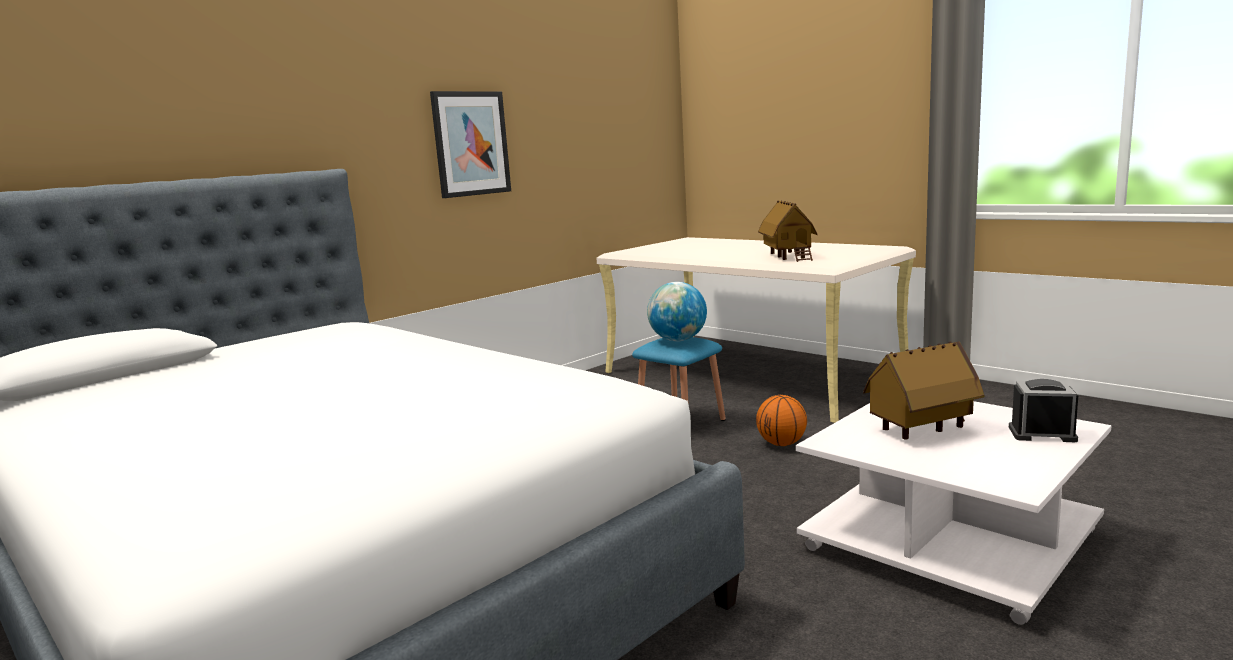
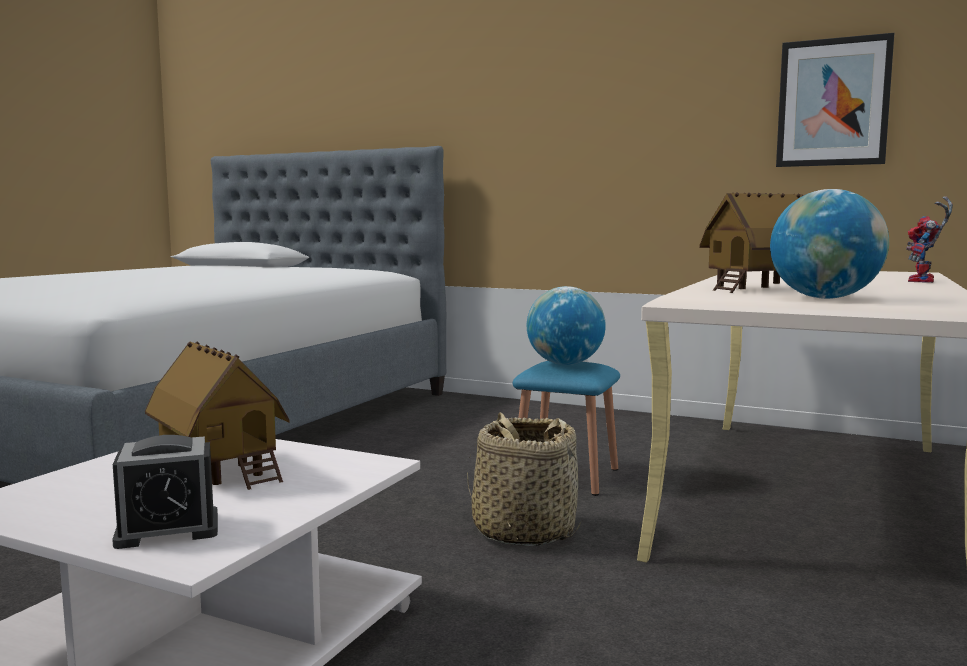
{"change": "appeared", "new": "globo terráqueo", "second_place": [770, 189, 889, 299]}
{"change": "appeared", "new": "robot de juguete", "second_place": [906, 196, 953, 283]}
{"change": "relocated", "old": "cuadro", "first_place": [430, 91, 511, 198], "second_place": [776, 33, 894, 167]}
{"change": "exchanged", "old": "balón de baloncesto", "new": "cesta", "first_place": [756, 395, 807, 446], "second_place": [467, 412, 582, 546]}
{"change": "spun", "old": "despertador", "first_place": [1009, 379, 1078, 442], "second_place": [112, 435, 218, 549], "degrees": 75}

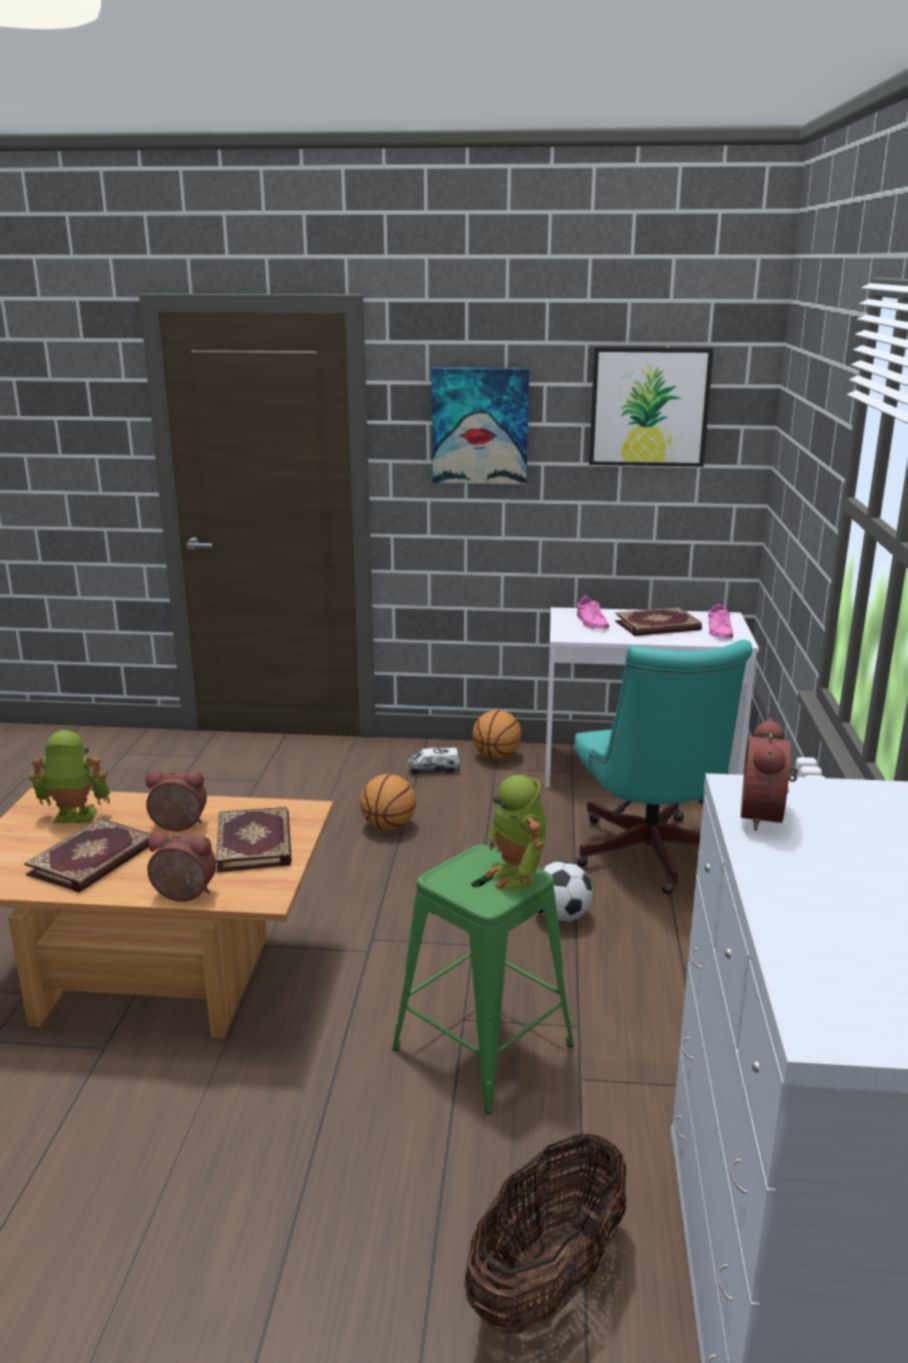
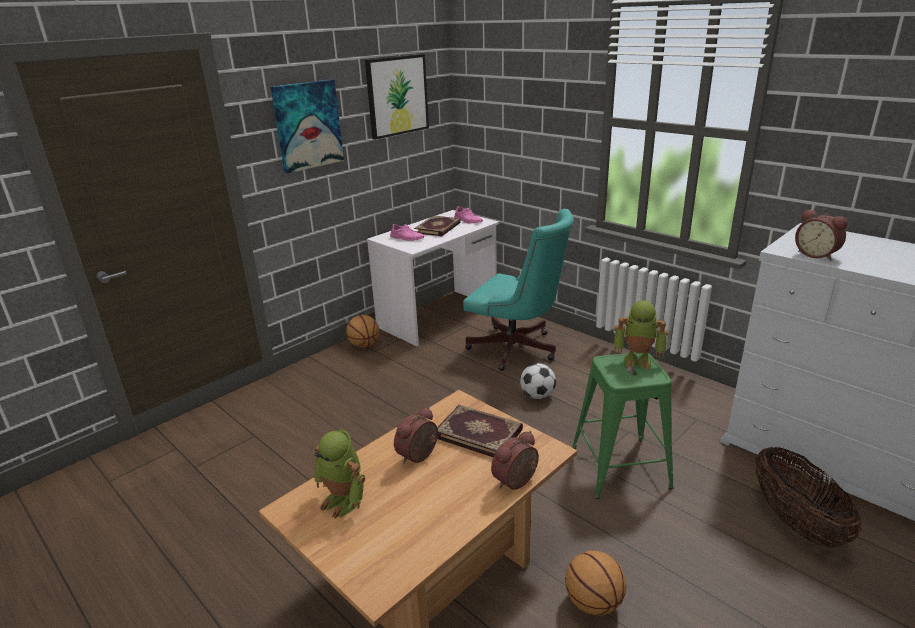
{"change": "missing", "old": "libro", "first_place": [24, 818, 150, 892]}
{"change": "missing", "old": "camión de juguete", "first_place": [408, 748, 461, 775]}
{"change": "relocated", "old": "balón de baloncesto", "first_place": [360, 774, 416, 830], "second_place": [565, 551, 626, 616]}
{"change": "spun", "old": "robot de juguete", "first_place": [29, 730, 110, 823], "second_place": [313, 430, 365, 519], "degrees": -90}

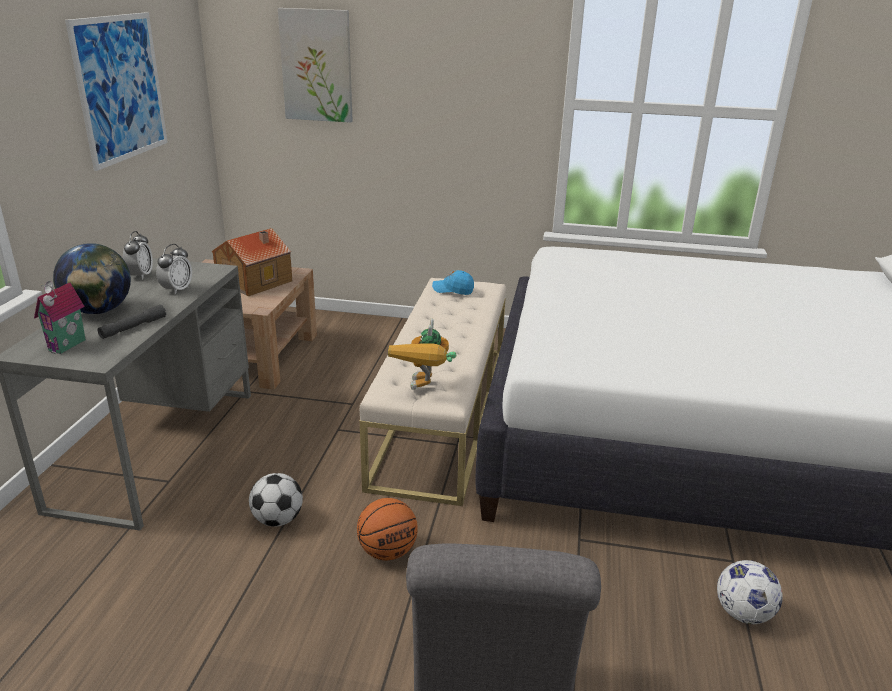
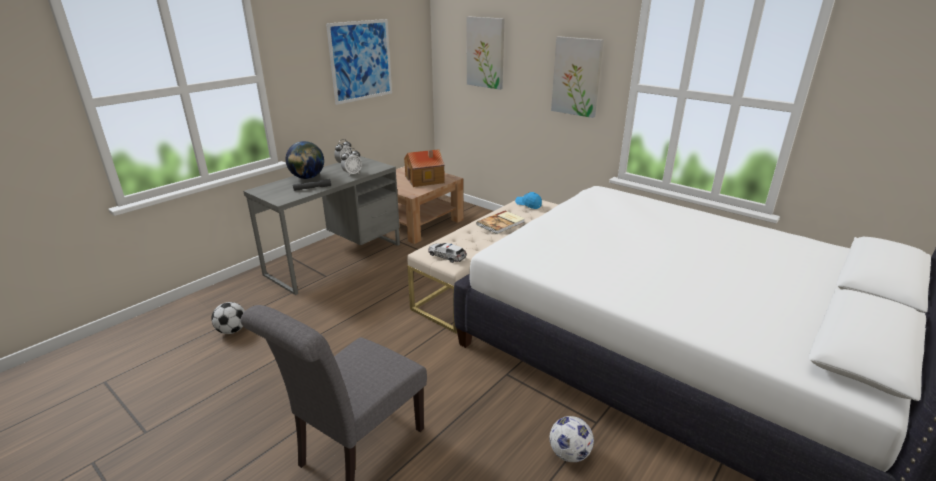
{"change": "missing", "old": "casita", "first_place": [34, 280, 86, 354]}
{"change": "missing", "old": "balón de baloncesto", "first_place": [357, 498, 418, 560]}
{"change": "appeared", "new": "libro", "second_place": [477, 211, 525, 234]}
{"change": "appeared", "new": "cuadro", "second_place": [551, 36, 604, 118]}
{"change": "relocated", "old": "balón de fútbol", "first_place": [249, 473, 303, 526], "second_place": [211, 302, 245, 334]}
{"change": "exchanged", "old": "robot de juguete", "new": "coche de juguete", "first_place": [388, 318, 456, 390], "second_place": [428, 243, 467, 263]}

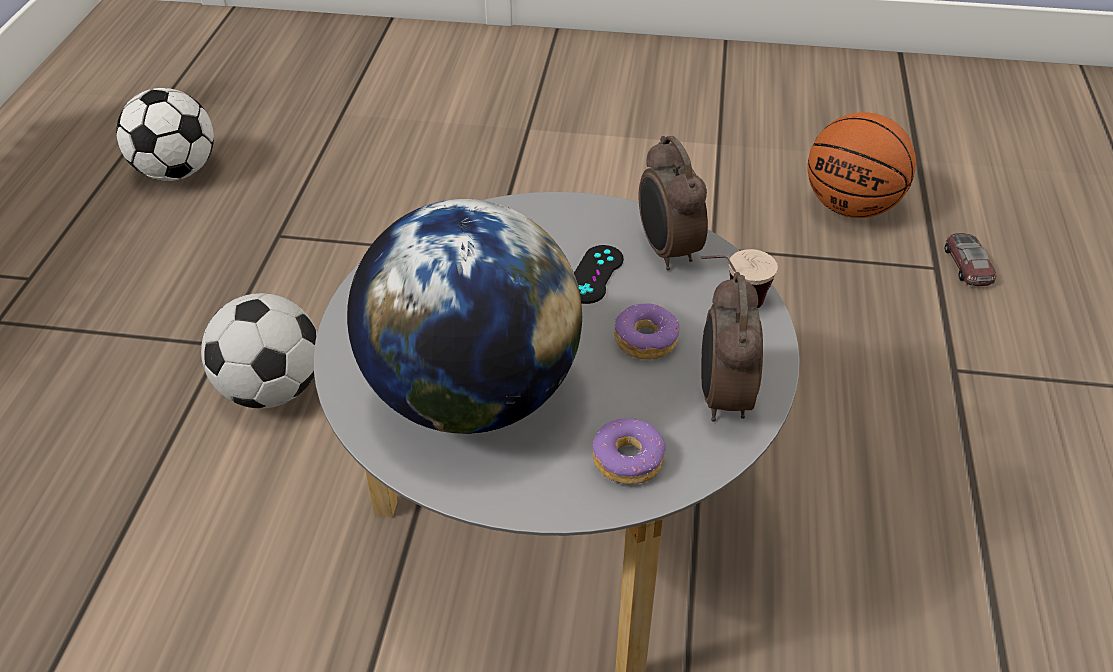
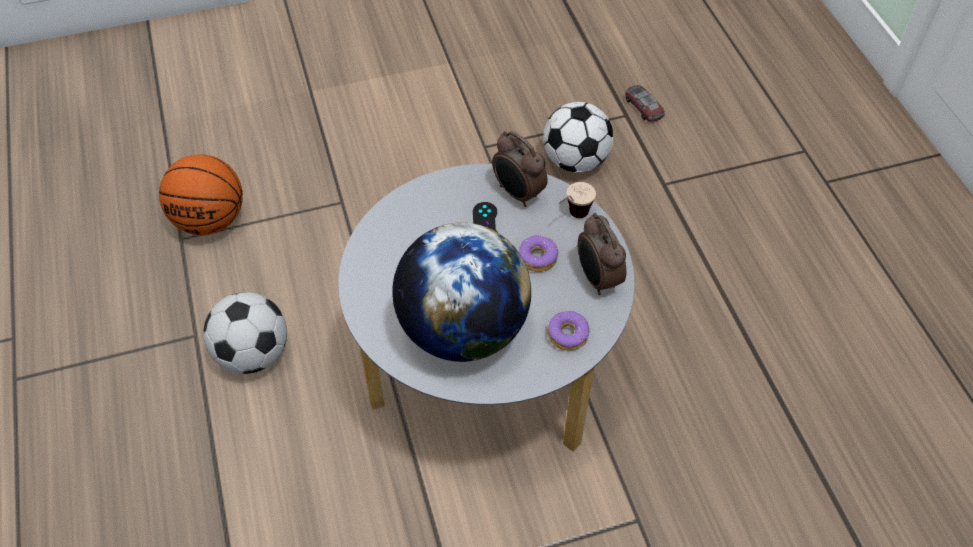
{"change": "relocated", "old": "balón de fútbol", "first_place": [116, 88, 214, 181], "second_place": [543, 102, 613, 172]}
{"change": "relocated", "old": "balón de baloncesto", "first_place": [807, 112, 916, 218], "second_place": [159, 154, 243, 235]}

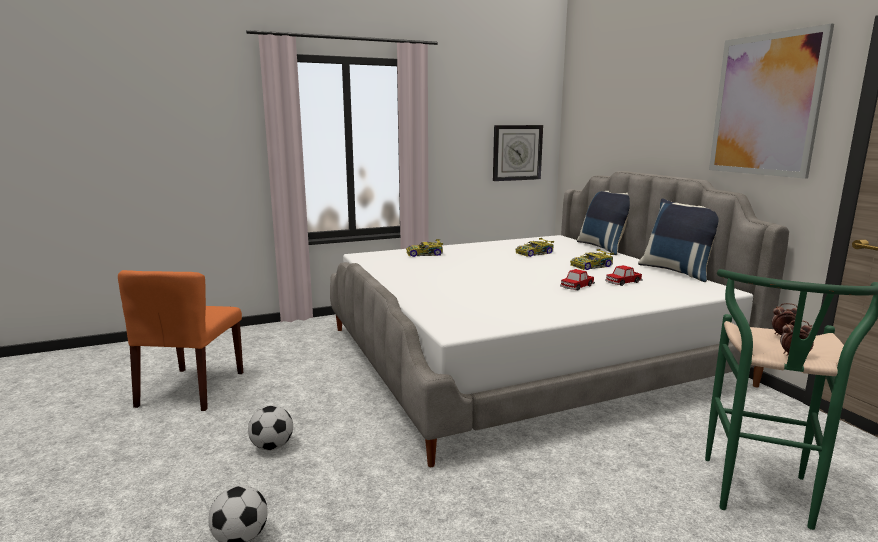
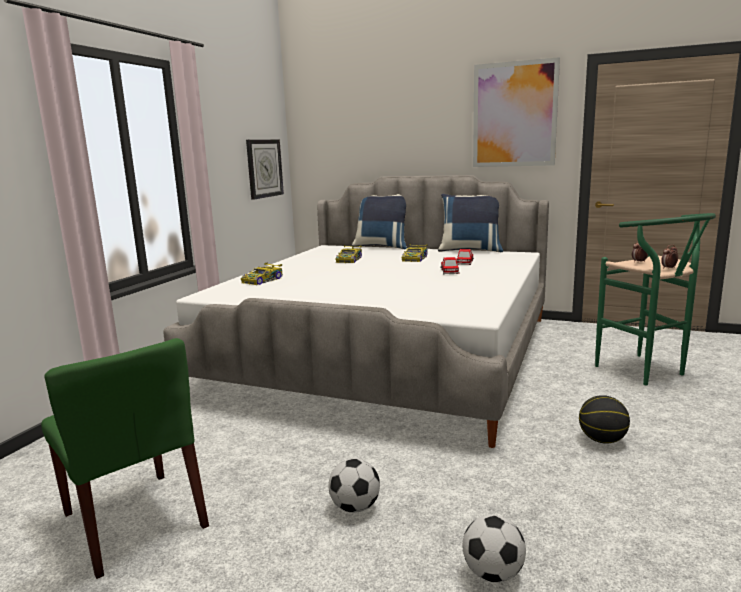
{"change": "appeared", "new": "balón de baloncesto", "second_place": [579, 395, 630, 444]}
{"change": "colour", "old": "silla [naranja]", "new": "silla [verde]", "first_place": [118, 270, 243, 411], "second_place": [41, 338, 209, 579]}

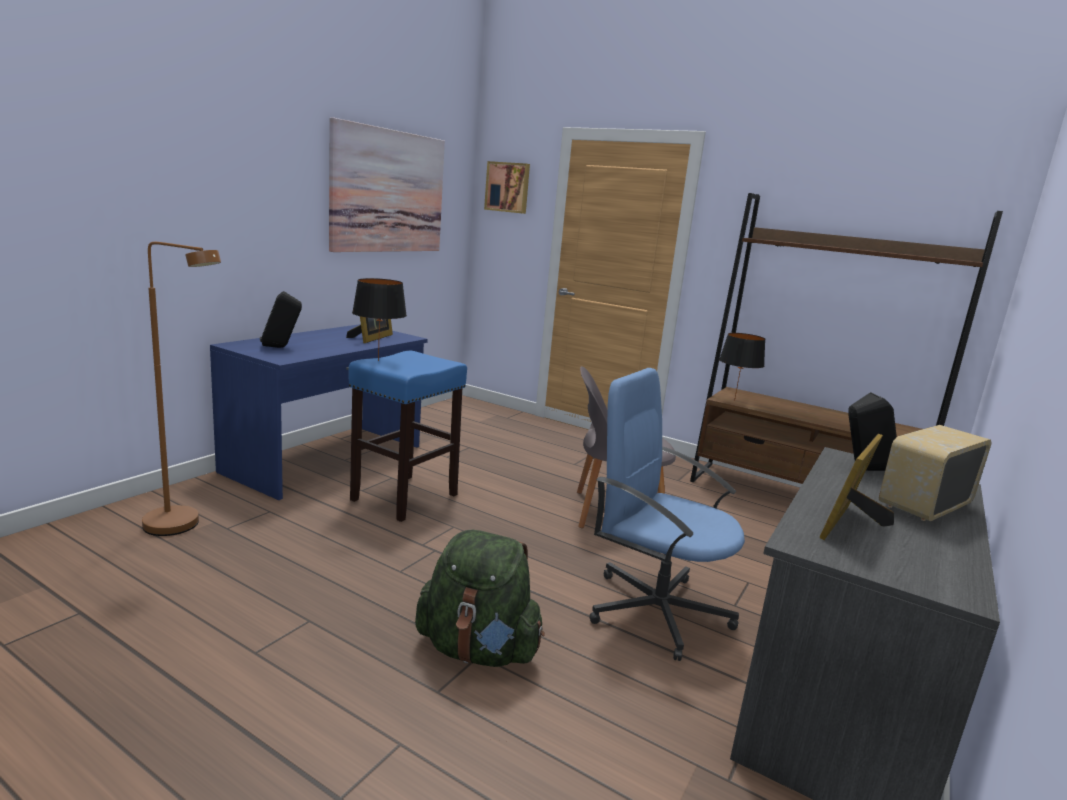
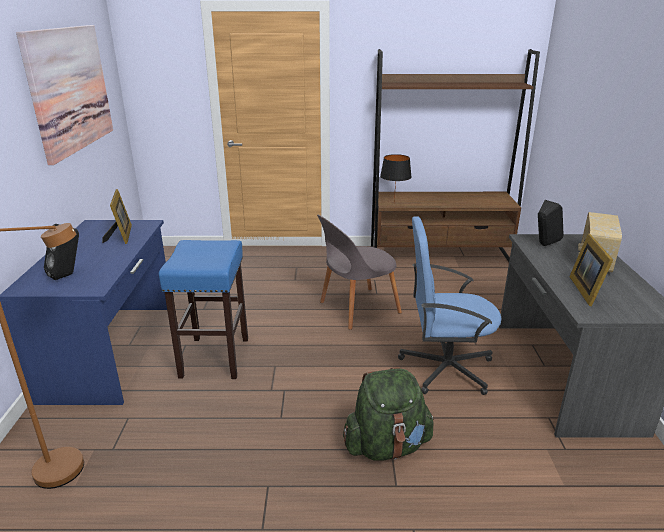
{"change": "missing", "old": "lámpara de mesa [negro]", "first_place": [352, 278, 407, 361]}
{"change": "missing", "old": "cuadro", "first_place": [484, 161, 530, 214]}

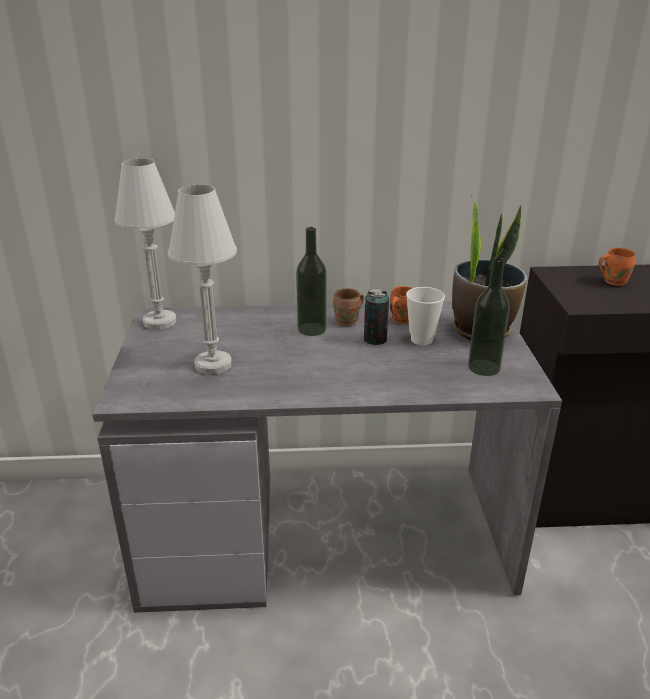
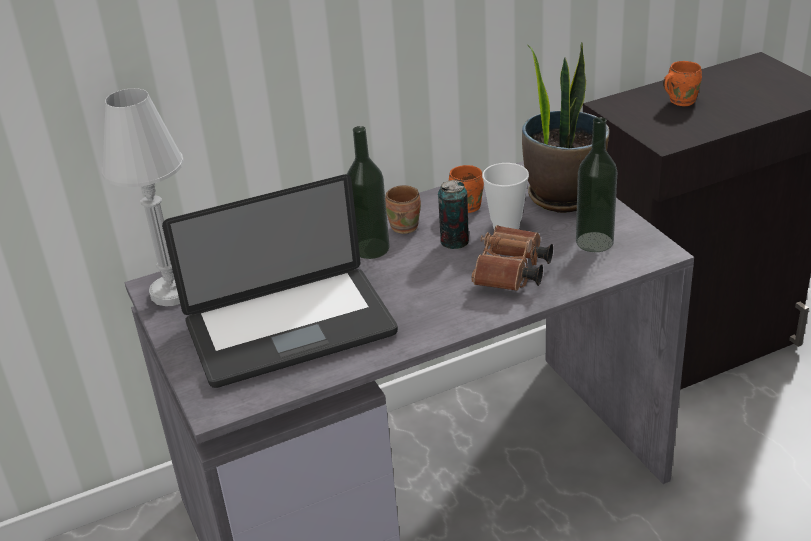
{"change": "appeared", "new": "prismáticos [marrón]", "second_place": [471, 225, 553, 291]}
{"change": "exchanged", "old": "lámpara de mesa [blanco]", "new": "portátil", "first_place": [168, 185, 237, 375], "second_place": [162, 174, 398, 388]}

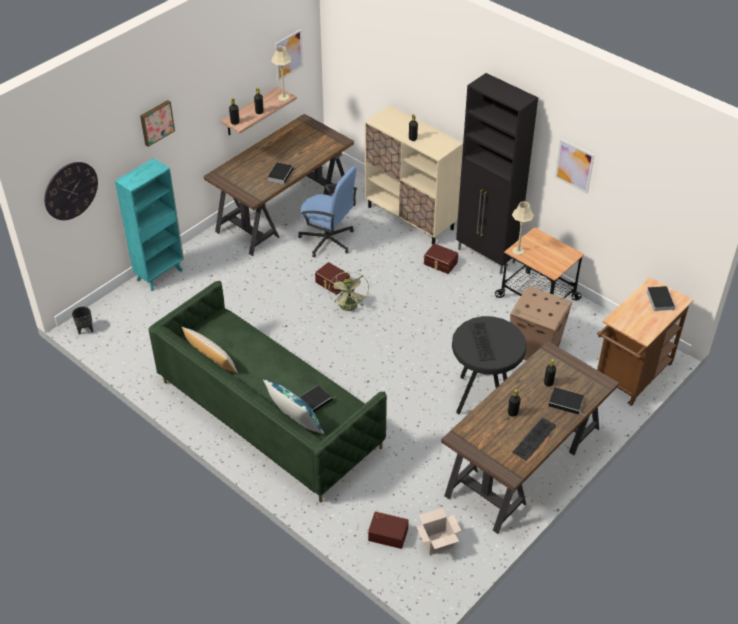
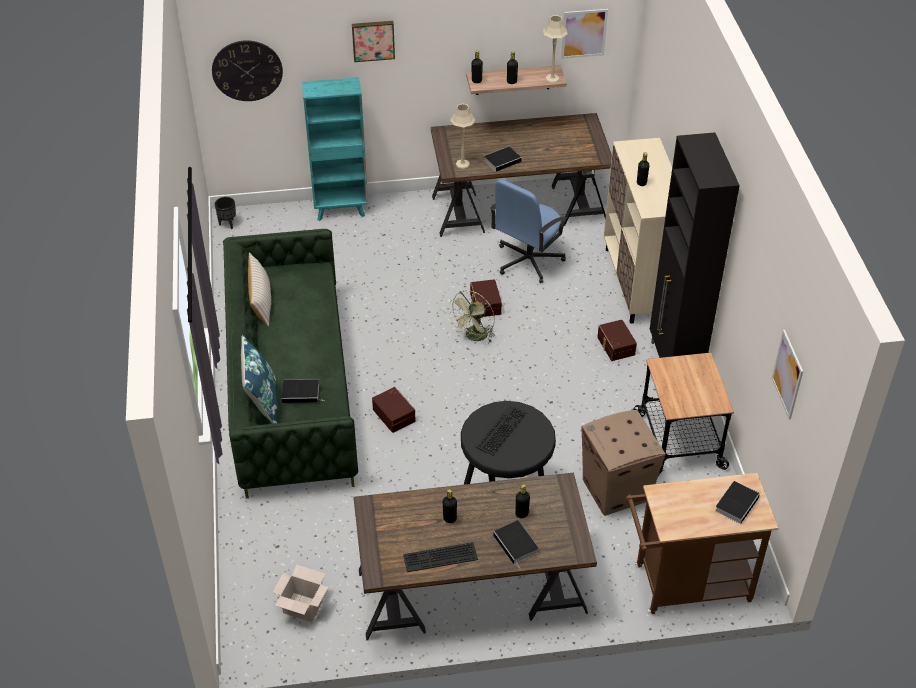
{"change": "relocated", "old": "caja de almacenaje [marrón]", "first_place": [368, 511, 409, 549], "second_place": [372, 387, 415, 433]}
{"change": "relocated", "old": "lámpara de mesa [beis]", "first_place": [512, 201, 534, 255], "second_place": [450, 103, 476, 169]}
{"change": "relocated", "old": "cuadro", "first_place": [555, 139, 595, 194], "second_place": [772, 330, 803, 419]}
{"change": "spun", "old": "silla de oficina [azul]", "first_place": [298, 166, 357, 257], "second_place": [490, 179, 568, 283], "degrees": 60}

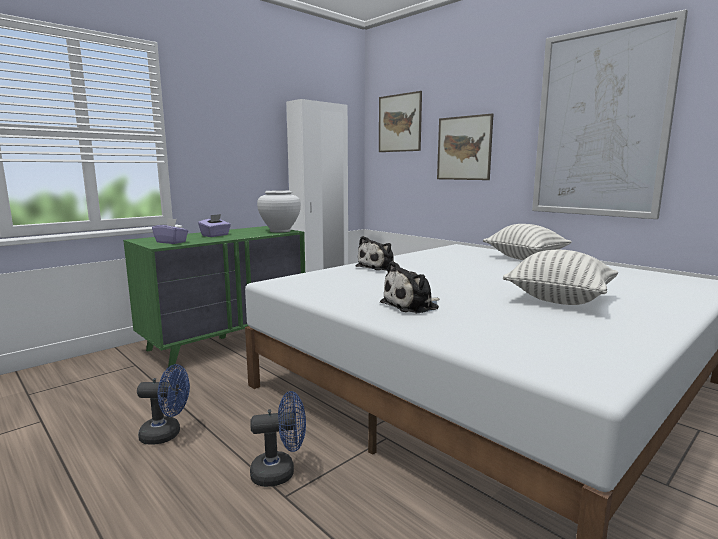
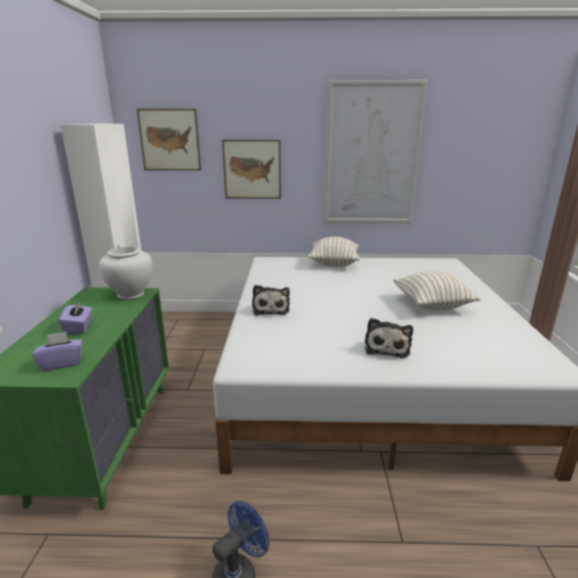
{"change": "missing", "old": "ventilador [azul]", "first_place": [250, 391, 306, 487]}

